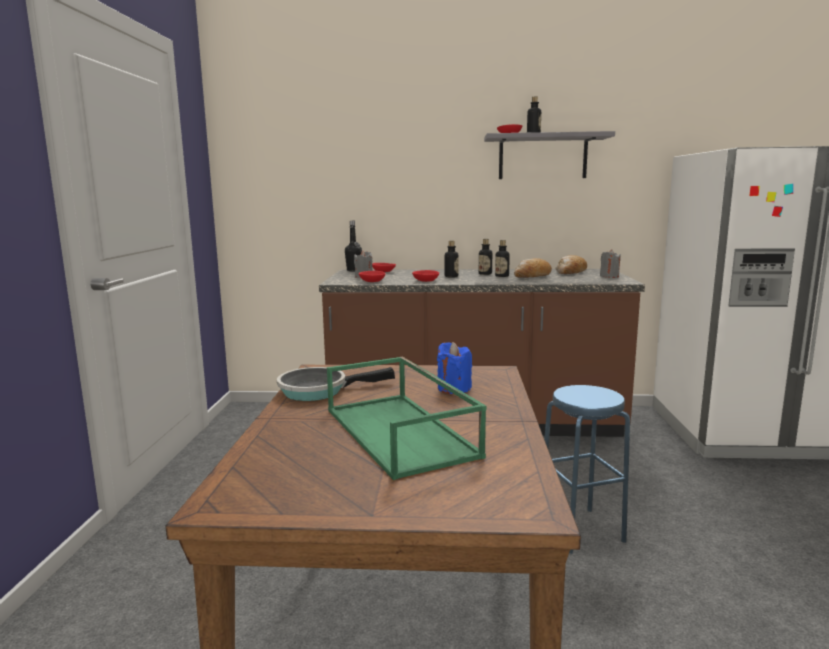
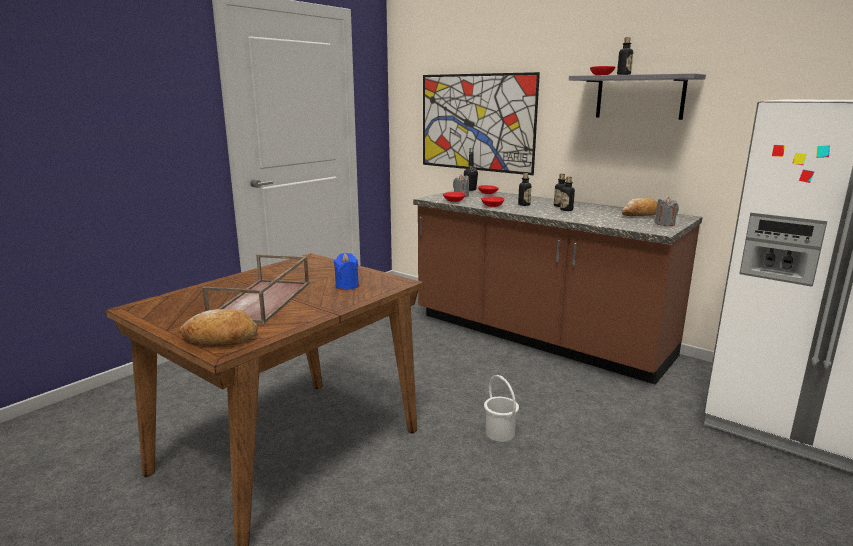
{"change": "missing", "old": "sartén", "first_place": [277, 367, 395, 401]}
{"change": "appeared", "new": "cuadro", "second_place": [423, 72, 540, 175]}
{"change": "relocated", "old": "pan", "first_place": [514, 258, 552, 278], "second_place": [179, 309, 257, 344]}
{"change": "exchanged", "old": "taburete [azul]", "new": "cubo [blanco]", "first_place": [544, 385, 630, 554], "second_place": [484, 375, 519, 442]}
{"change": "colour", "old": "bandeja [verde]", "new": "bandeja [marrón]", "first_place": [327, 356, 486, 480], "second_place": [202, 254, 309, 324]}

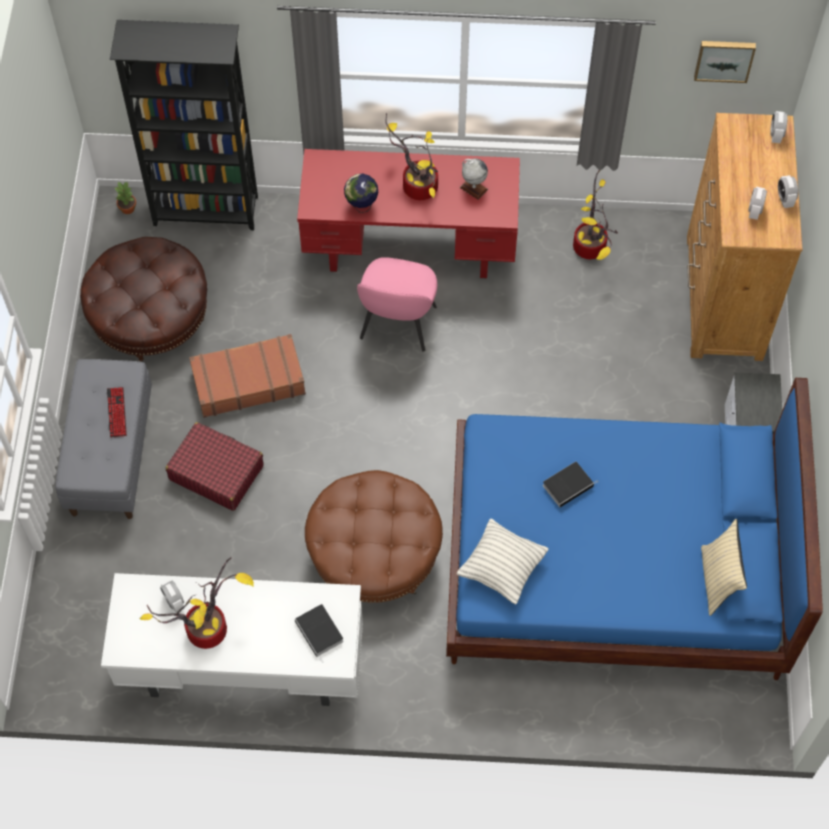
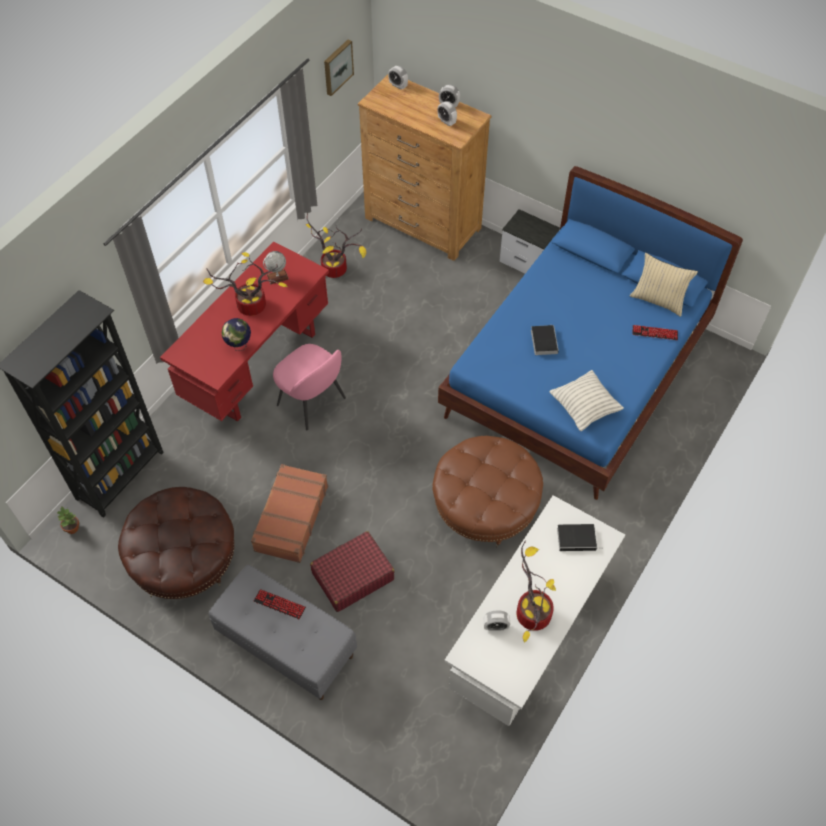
{"change": "appeared", "new": "teclado", "second_place": [632, 325, 678, 340]}

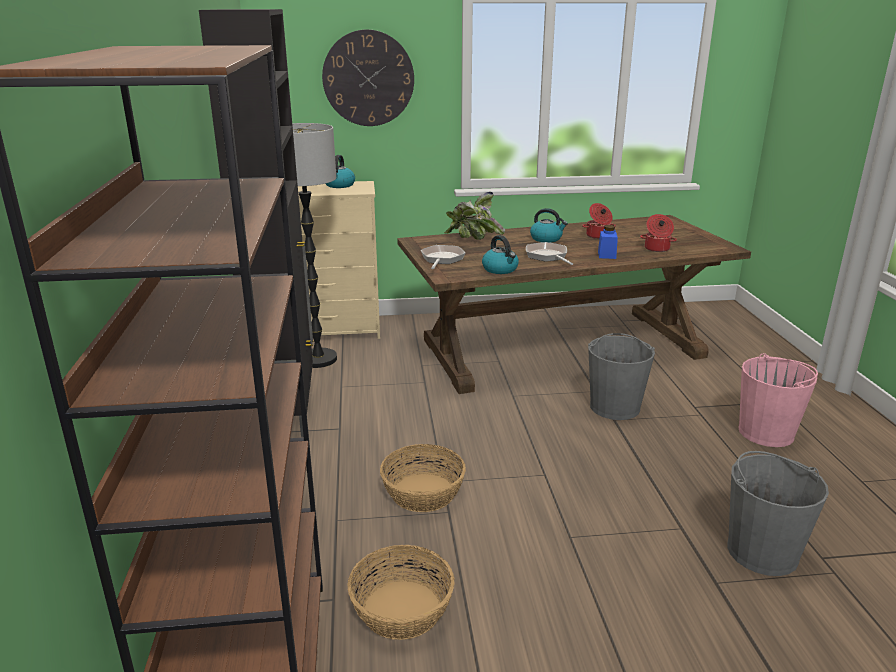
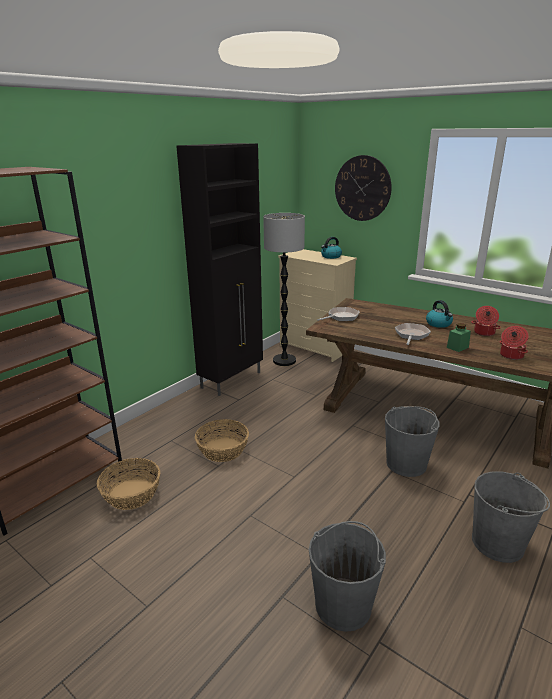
{"change": "missing", "old": "planta en maceta", "first_place": [444, 192, 505, 240]}
{"change": "missing", "old": "hervidor", "first_place": [482, 235, 519, 274]}
{"change": "colour", "old": "tarro [azul]", "new": "tarro [verde]", "first_place": [598, 225, 618, 259], "second_place": [447, 323, 471, 352]}
{"change": "colour", "old": "cubo [rosa]", "new": "cubo [gris]", "first_place": [738, 353, 818, 447], "second_place": [472, 471, 550, 563]}

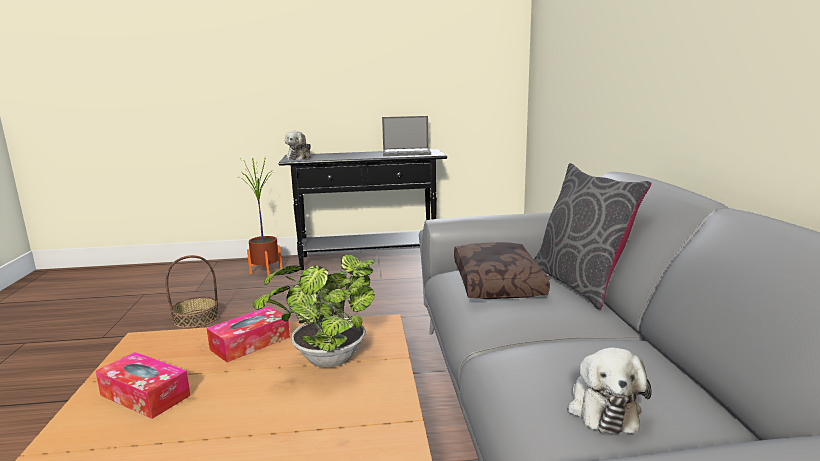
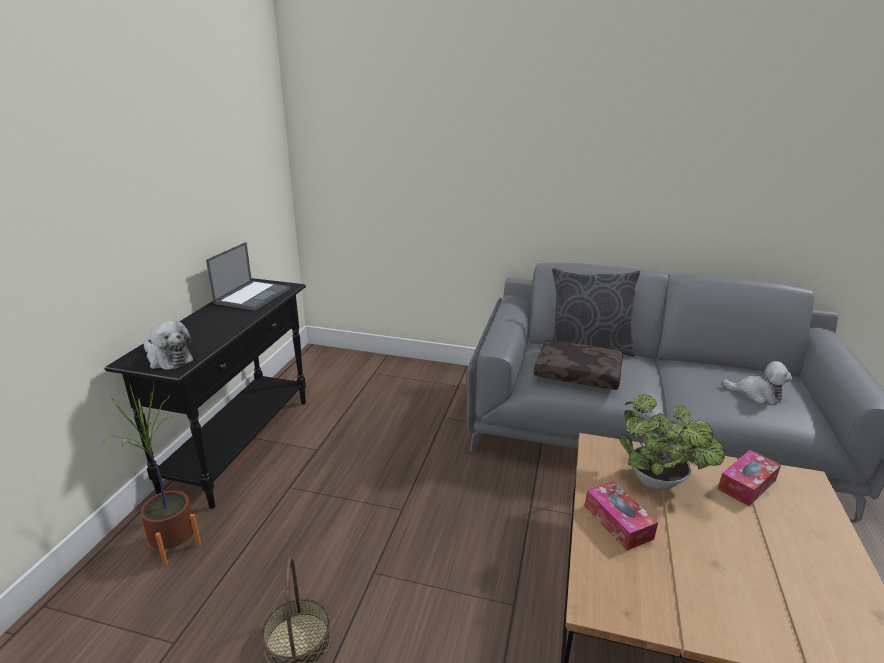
{"change": "relocated", "old": "caja de pañuelos", "first_place": [95, 352, 191, 419], "second_place": [718, 450, 781, 506]}

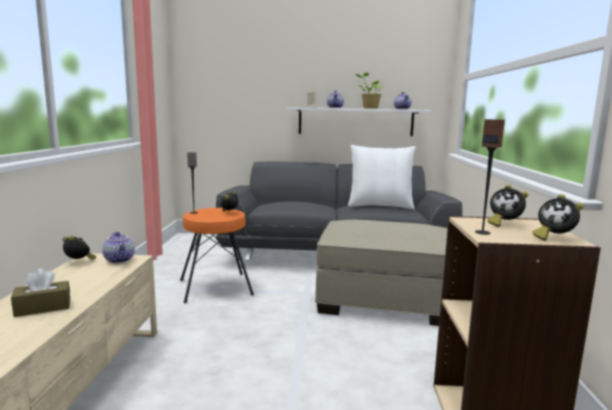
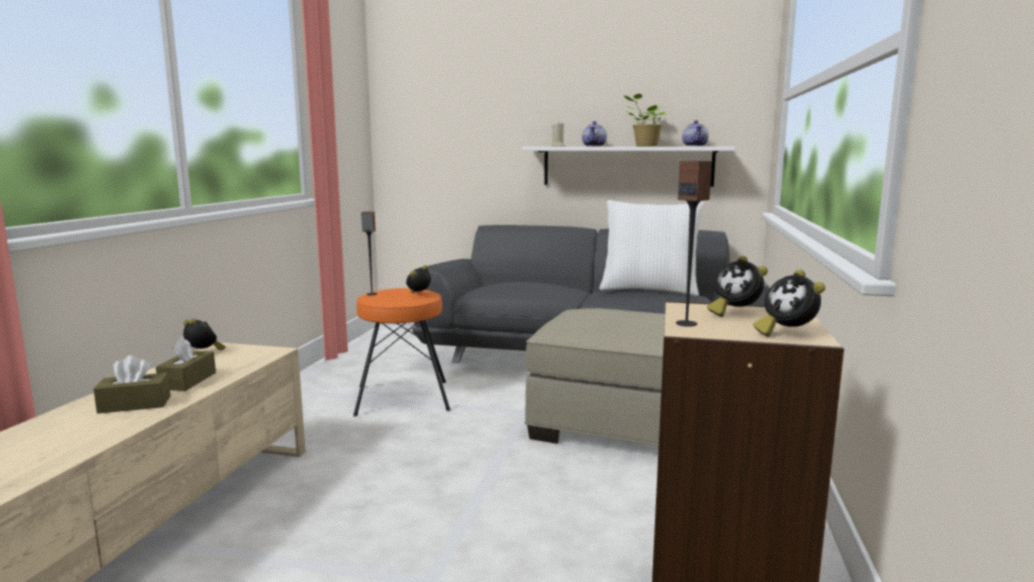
{"change": "missing", "old": "tetera", "first_place": [102, 232, 135, 263]}
{"change": "appeared", "new": "caja de pañuelos [marrón]", "second_place": [156, 337, 216, 391]}

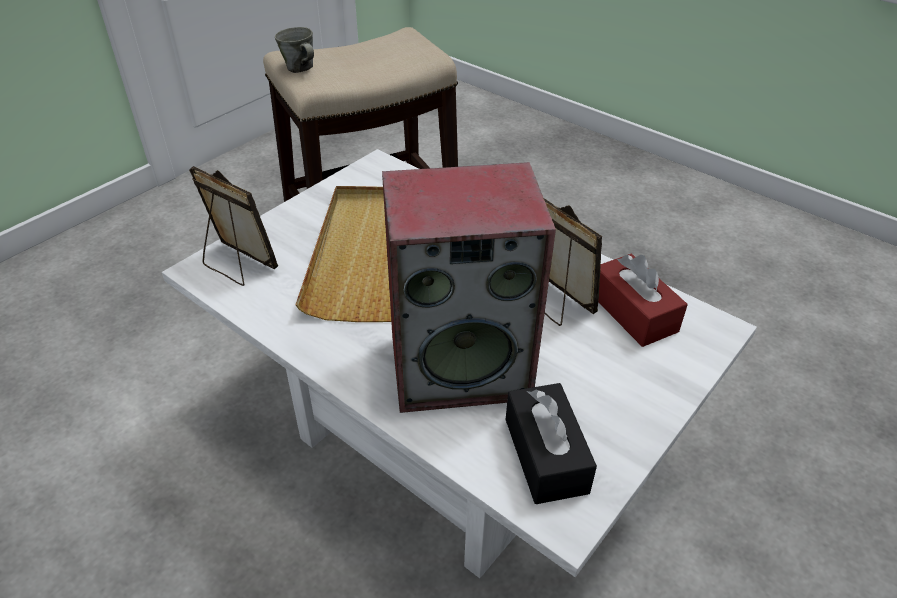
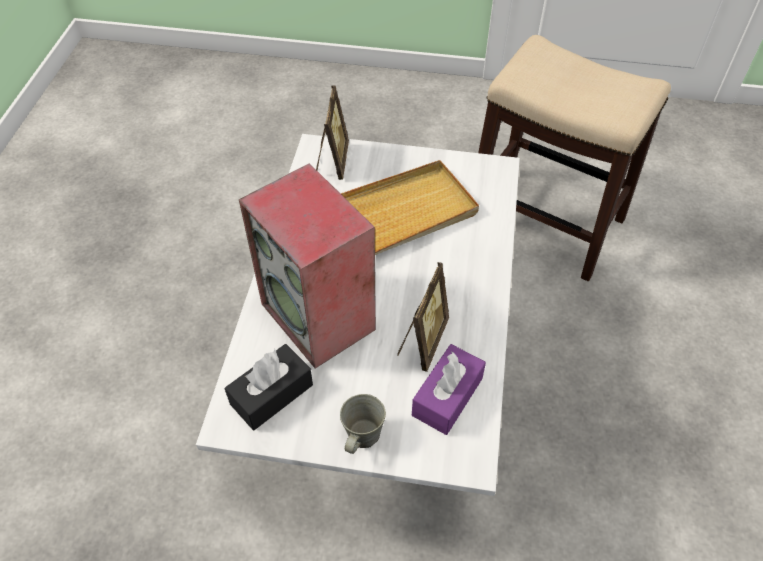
{"change": "relocated", "old": "taza grande [gris]", "first_place": [275, 27, 314, 73], "second_place": [340, 394, 386, 454]}
{"change": "colour", "old": "caja de pañuelos [rojo]", "new": "caja de pañuelos [morado]", "first_place": [598, 253, 688, 347], "second_place": [412, 344, 486, 435]}

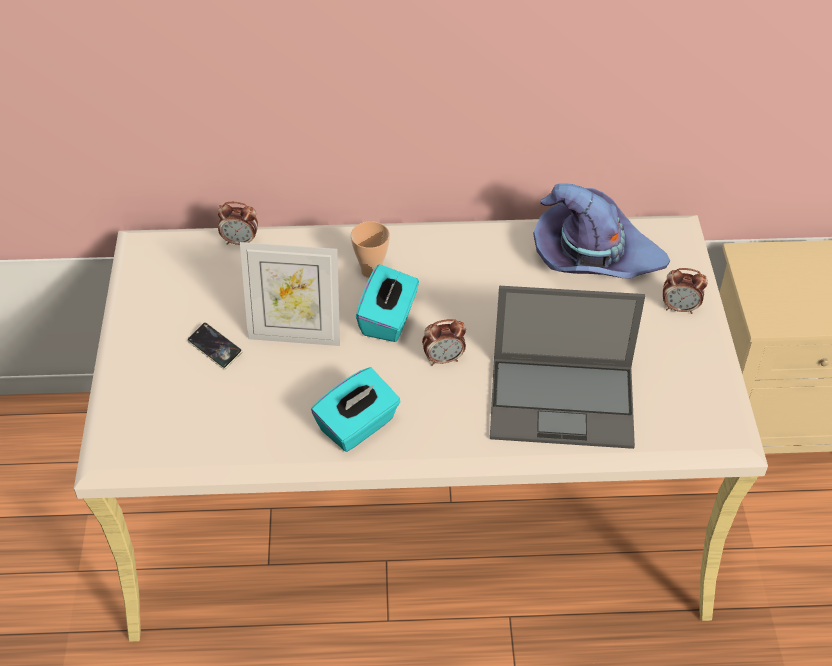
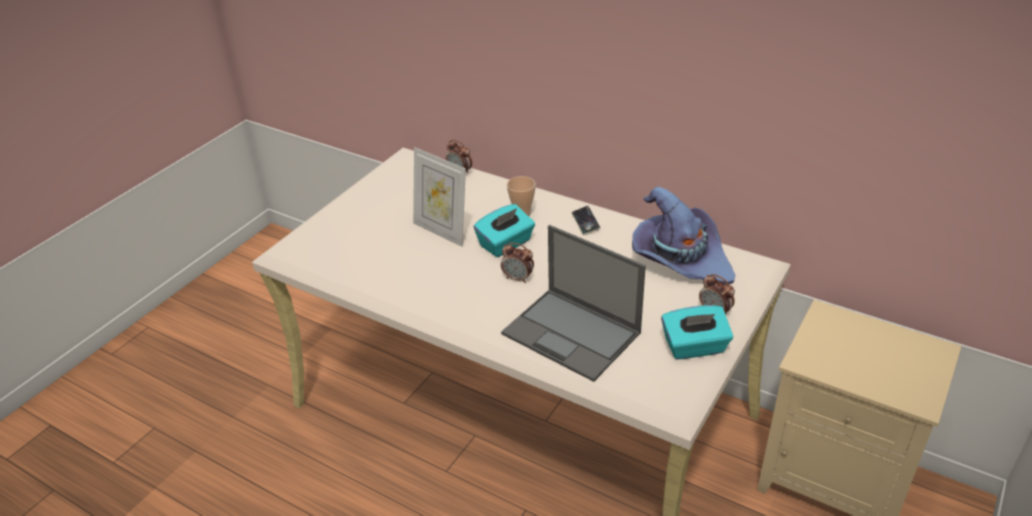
{"change": "relocated", "old": "móvil", "first_place": [187, 322, 243, 369], "second_place": [572, 206, 601, 235]}
{"change": "relocated", "old": "caja de pañuelos [turquesa]", "first_place": [311, 367, 401, 452], "second_place": [661, 305, 733, 359]}

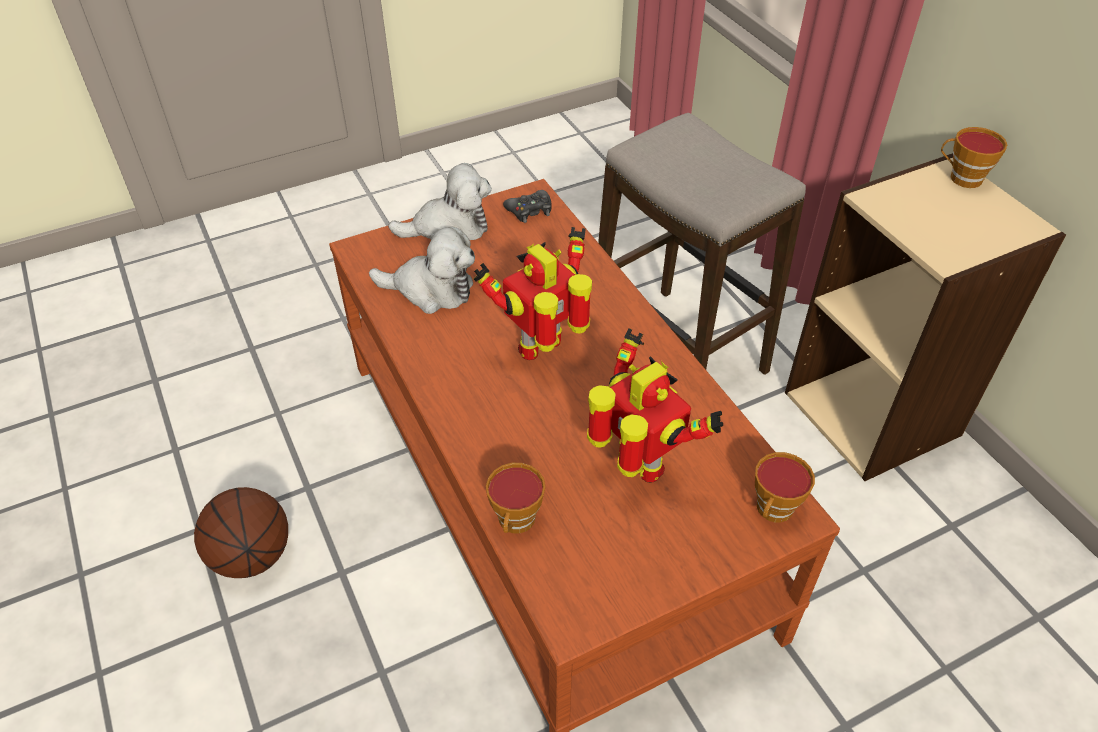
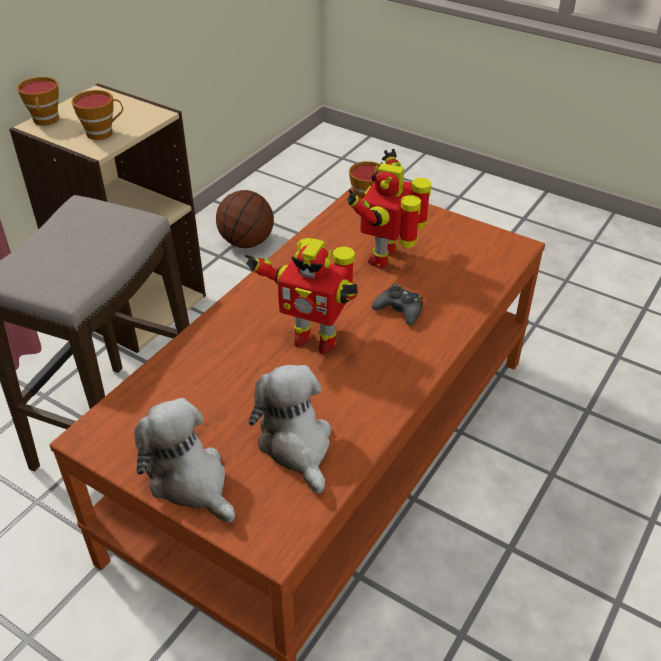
{"change": "relocated", "old": "balón de baloncesto", "first_place": [194, 487, 288, 578], "second_place": [216, 190, 274, 248]}
{"change": "relocated", "old": "taza", "first_place": [486, 463, 546, 533], "second_place": [72, 90, 123, 140]}
{"change": "relocated", "old": "mando de consola [negro]", "first_place": [503, 190, 551, 223], "second_place": [372, 283, 423, 326]}

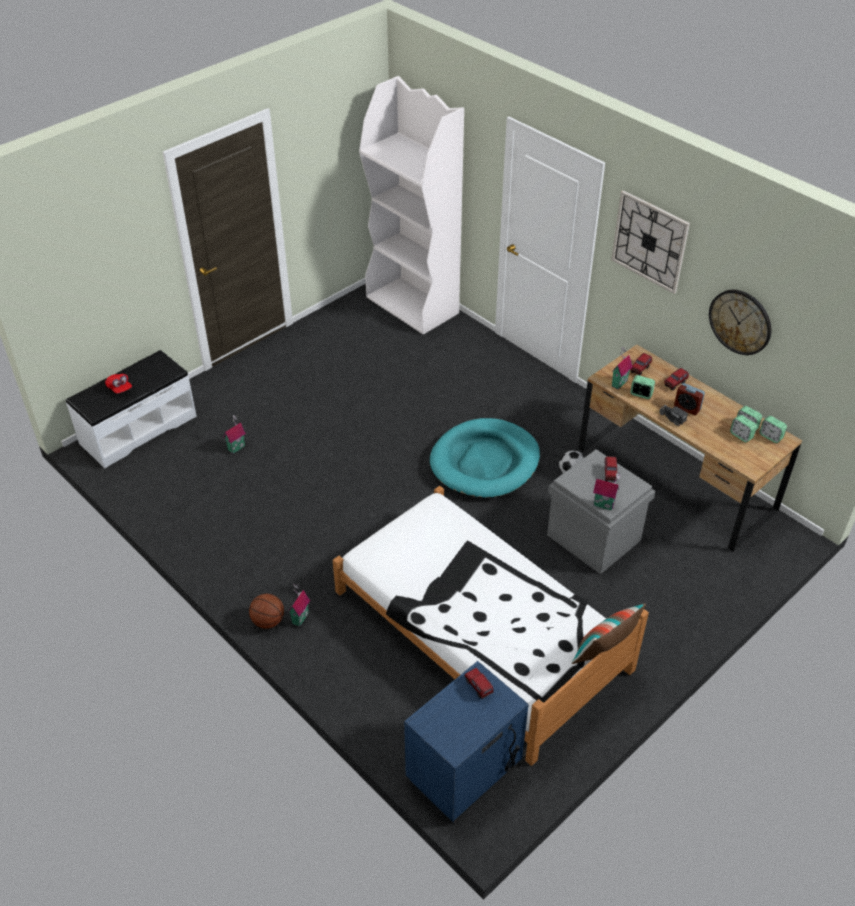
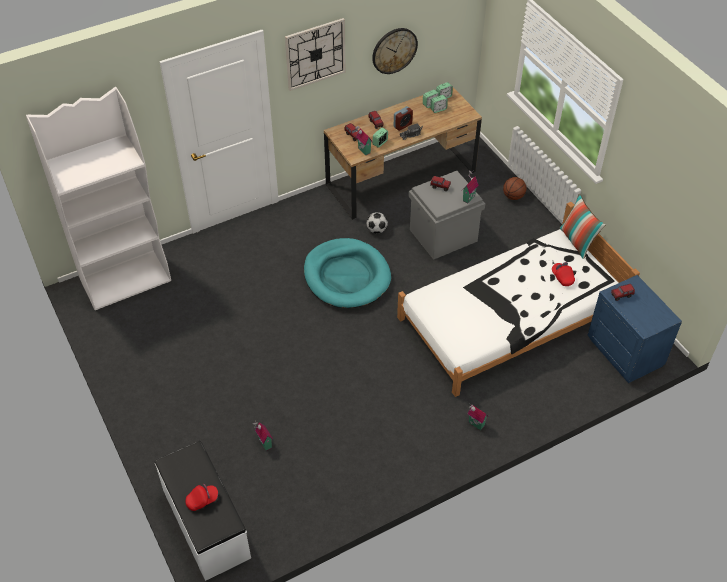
{"change": "appeared", "new": "gorra [rojo]", "second_place": [552, 262, 575, 286]}
{"change": "relocated", "old": "balón de baloncesto", "first_place": [249, 594, 284, 629], "second_place": [503, 177, 526, 200]}

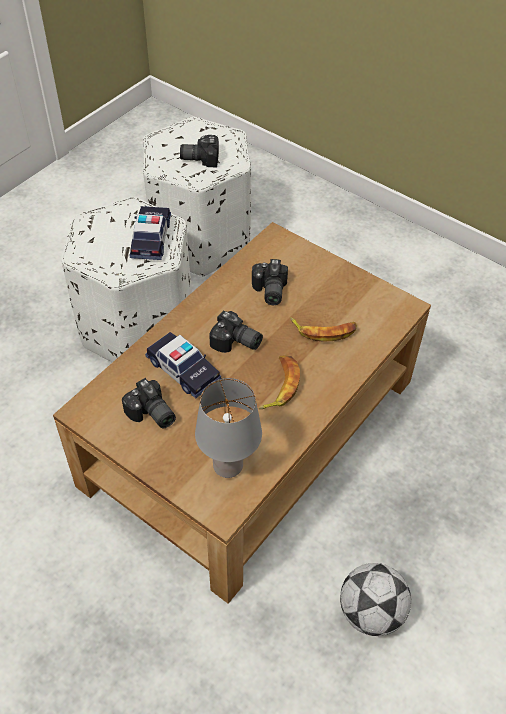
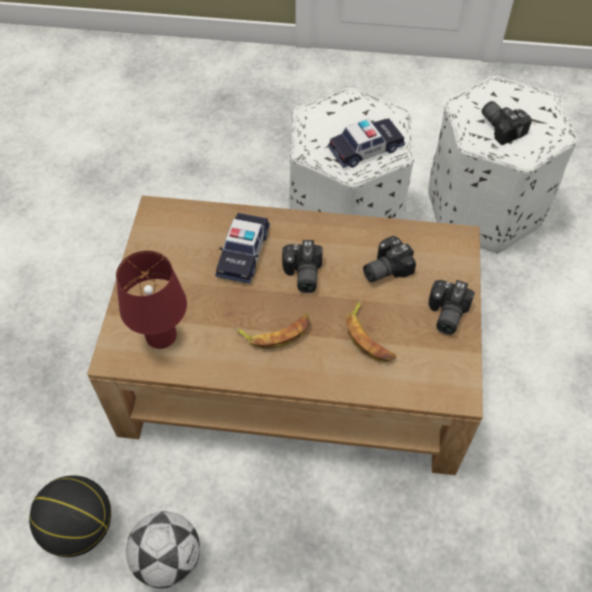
{"change": "appeared", "new": "balón de baloncesto", "second_place": [29, 475, 111, 557]}
{"change": "relocated", "old": "cámara", "first_place": [122, 378, 176, 428], "second_place": [429, 280, 475, 335]}
{"change": "colour", "old": "lámpara de mesa [gris]", "new": "lámpara de mesa [rojo]", "first_place": [195, 378, 262, 478], "second_place": [116, 251, 187, 349]}

